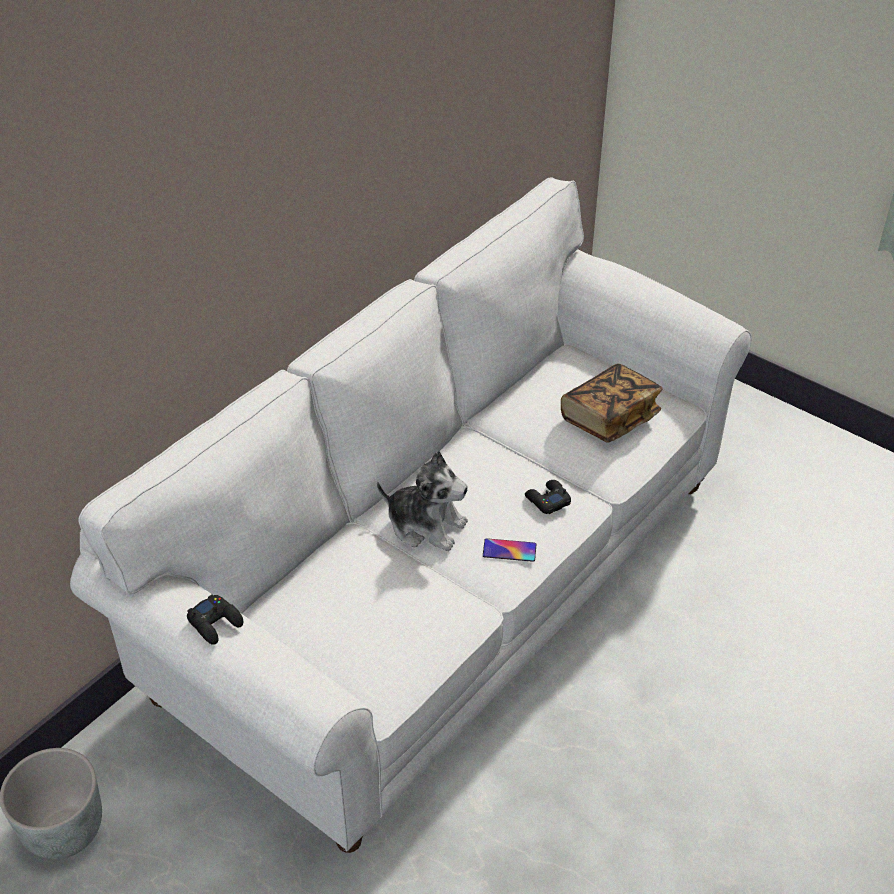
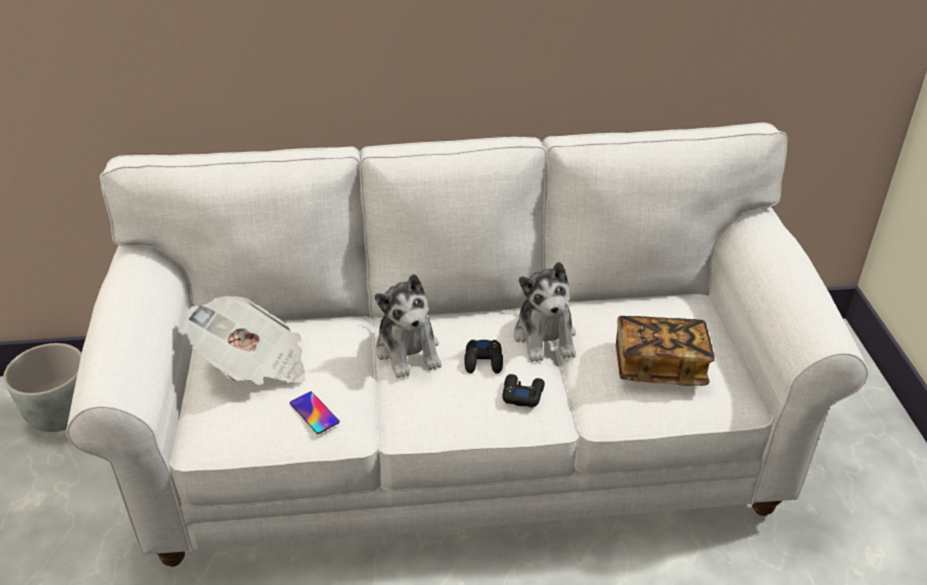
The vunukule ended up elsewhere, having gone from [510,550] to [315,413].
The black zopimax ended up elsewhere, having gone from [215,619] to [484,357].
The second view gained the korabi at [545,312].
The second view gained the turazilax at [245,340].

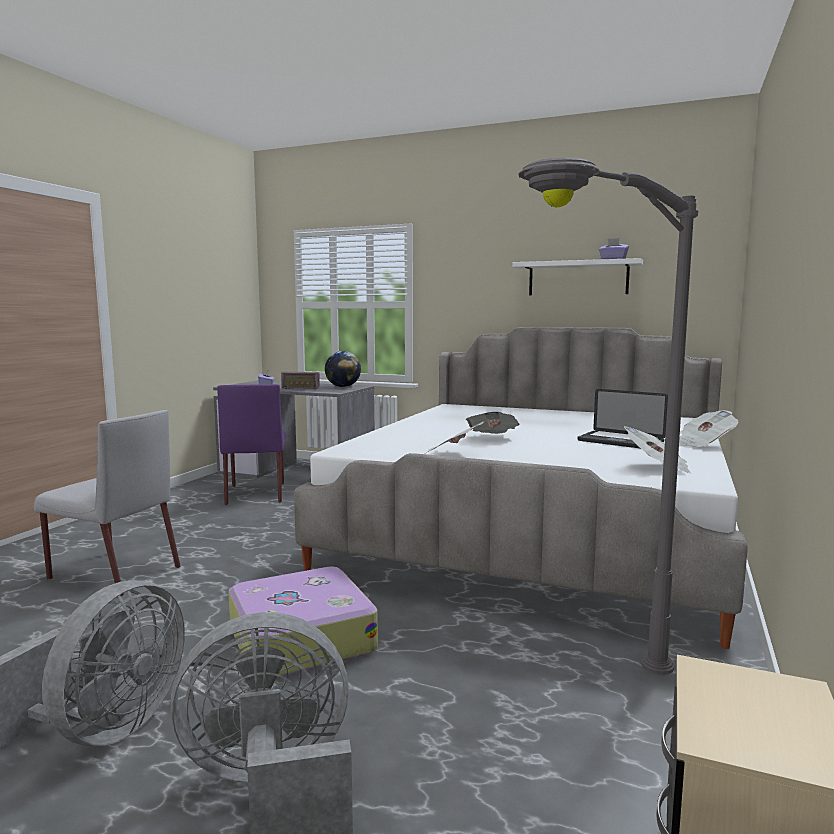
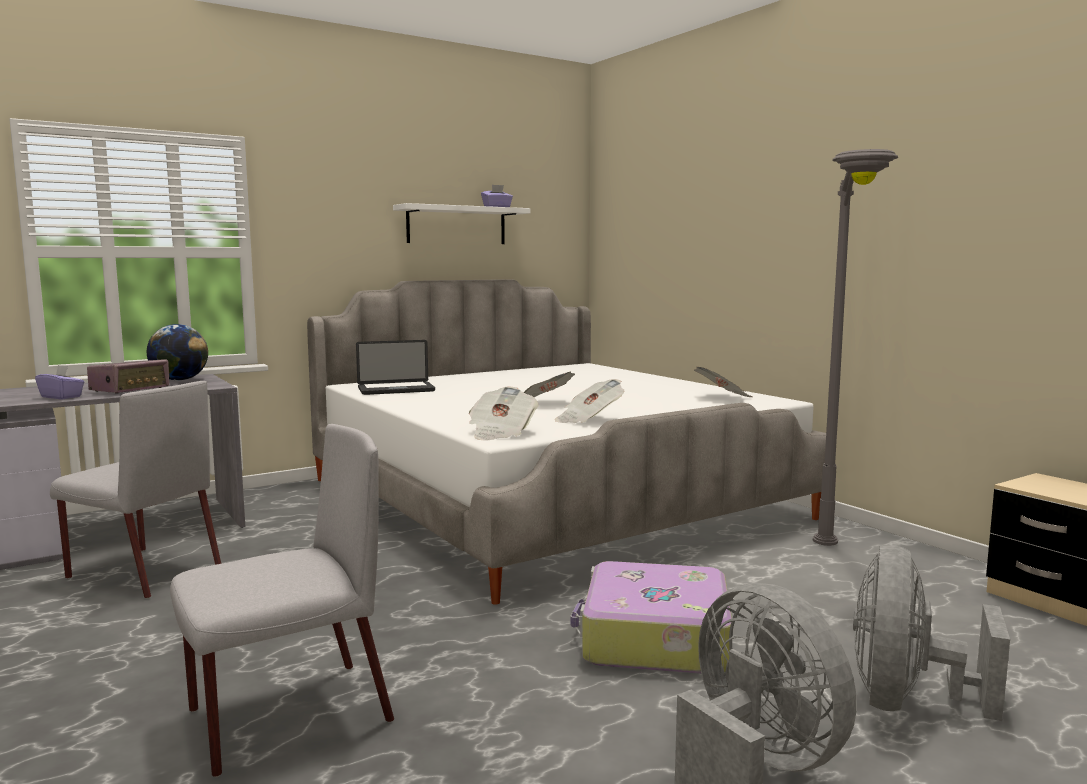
What was the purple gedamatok at [251,444] turned into the grey gedamatok at [135,490].
The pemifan ended up elsewhere, having gone from [623,419] to [395,367].
The turazilax ended up elsewhere, having gone from [708,428] to [503,413].

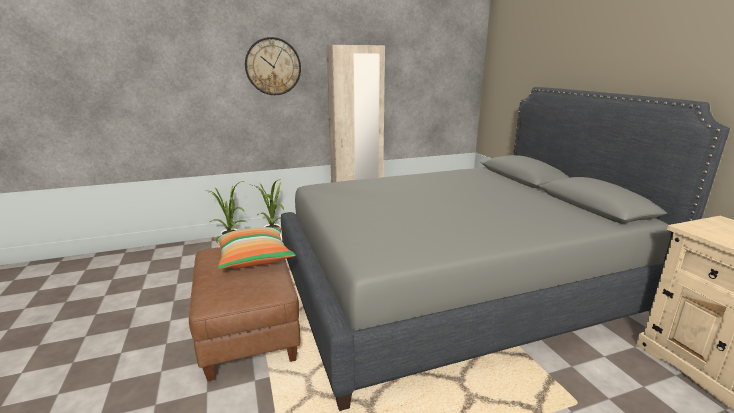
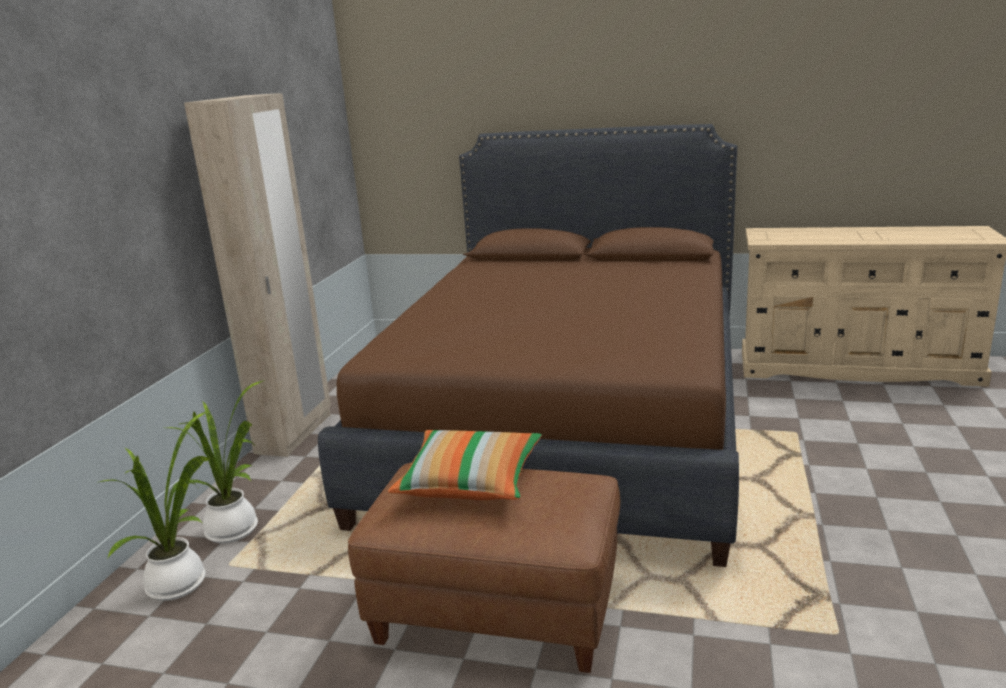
The second view lost the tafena at [273,66].
What was the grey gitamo at [505,249] turned into the brown gitamo at [528,345].

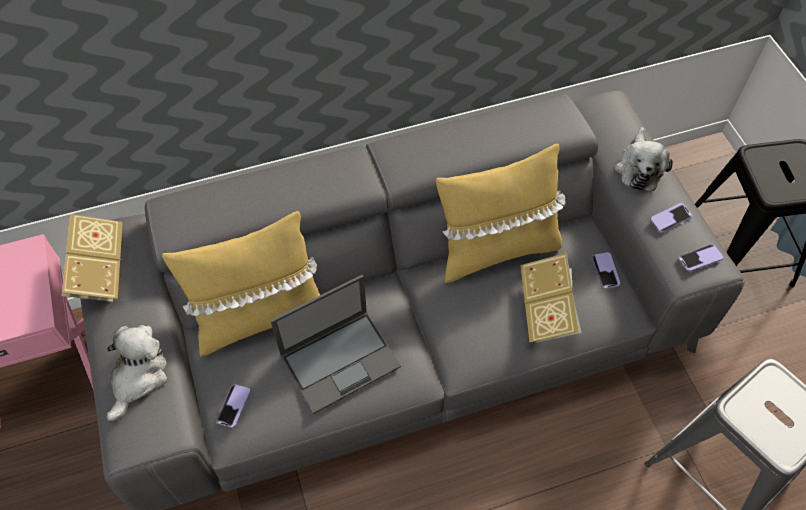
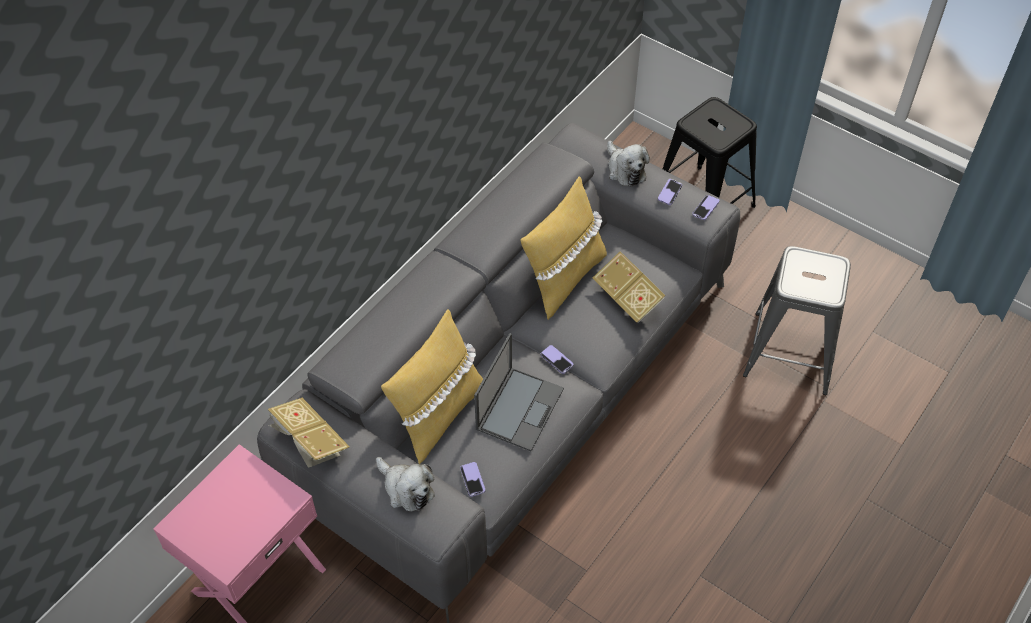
The vunukule ended up elsewhere, having gone from [606,270] to [557,359].
The korabi at [136,373] ended up facing another way, 150 degrees clockwise from before.

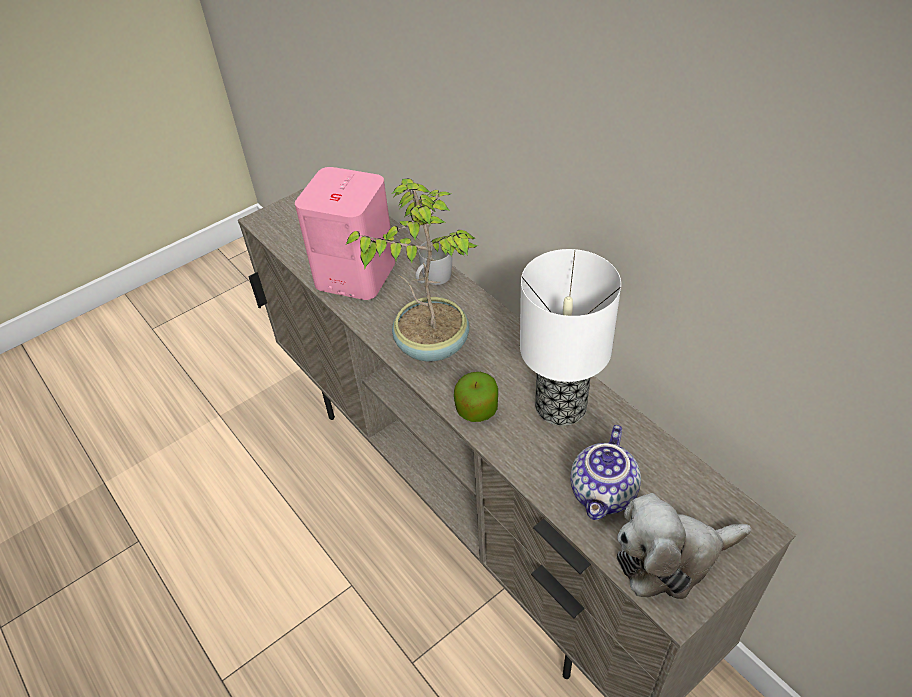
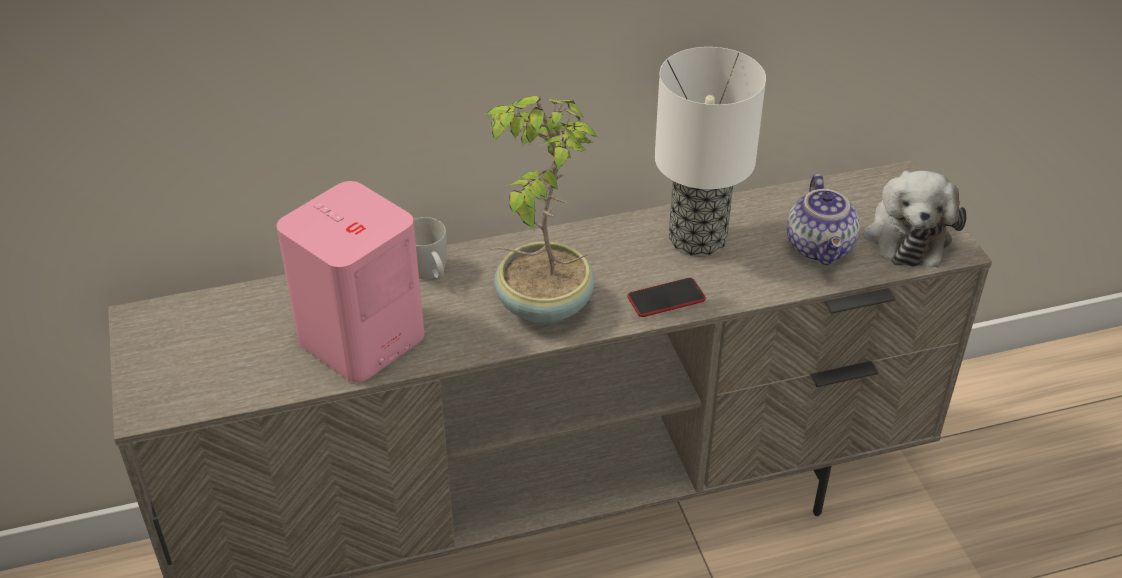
Where the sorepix stood at [476,397], the vunukule came to stand at [666,297].
The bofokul at [605,472] ended up facing another way, 45 degrees clockwise from before.

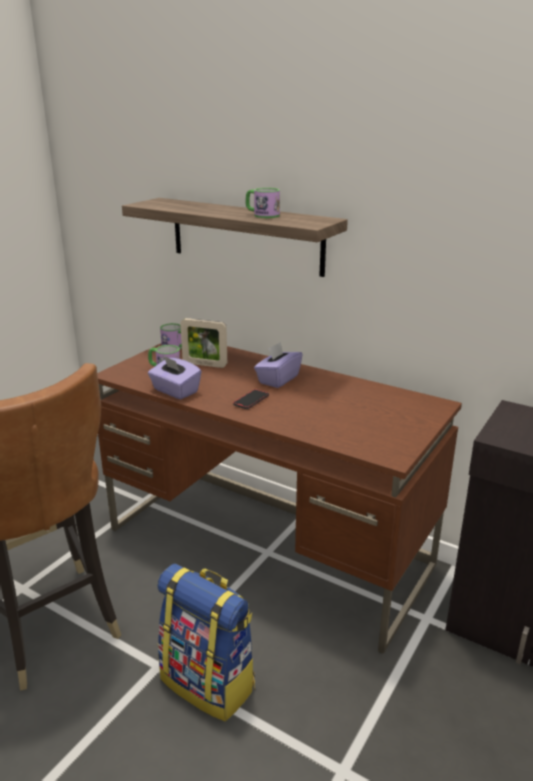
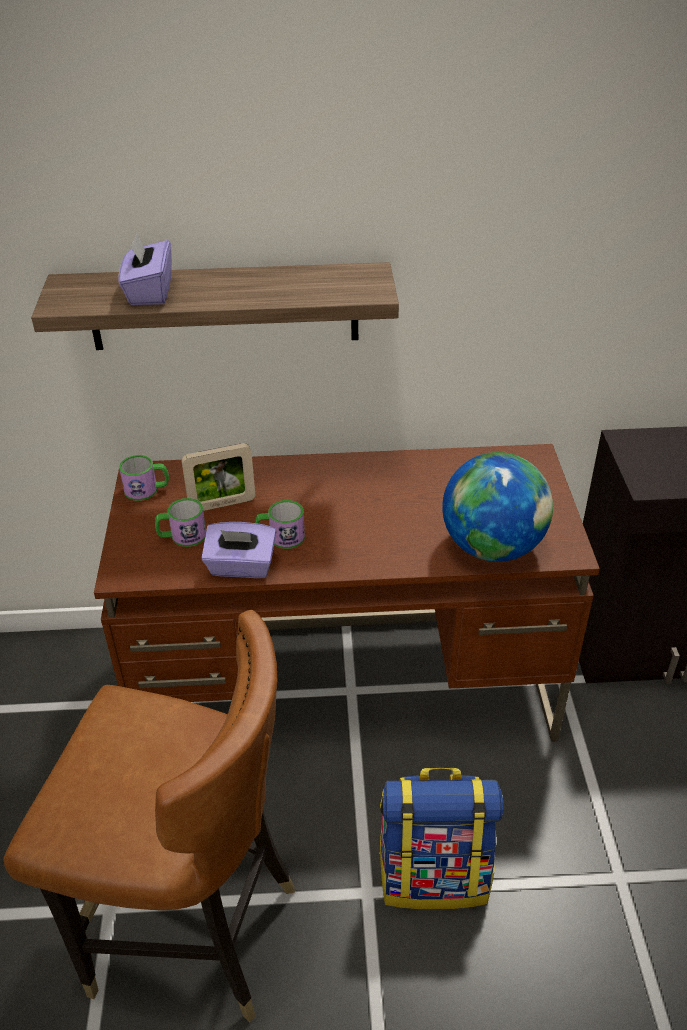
The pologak ended up elsewhere, having gone from [263,203] to [280,524].
The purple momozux ended up elsewhere, having gone from [278,365] to [145,269].
The second view lost the vunukule at [251,399].
The second view gained the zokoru at [497,507].

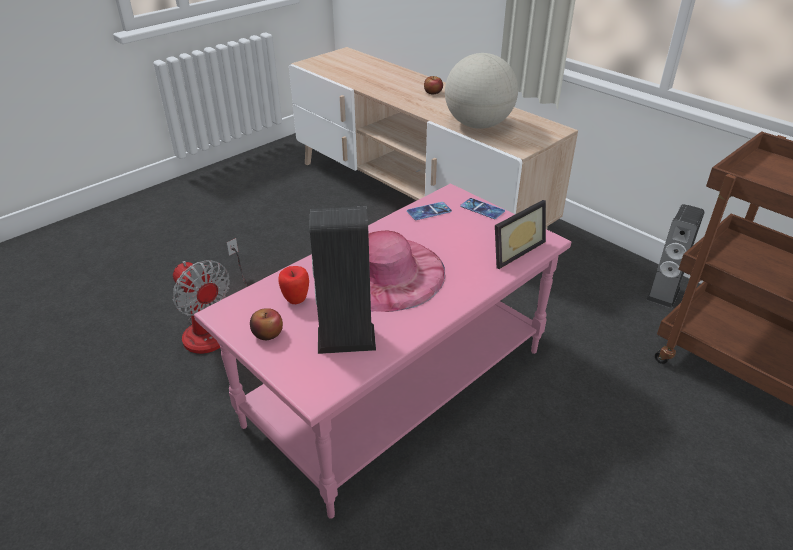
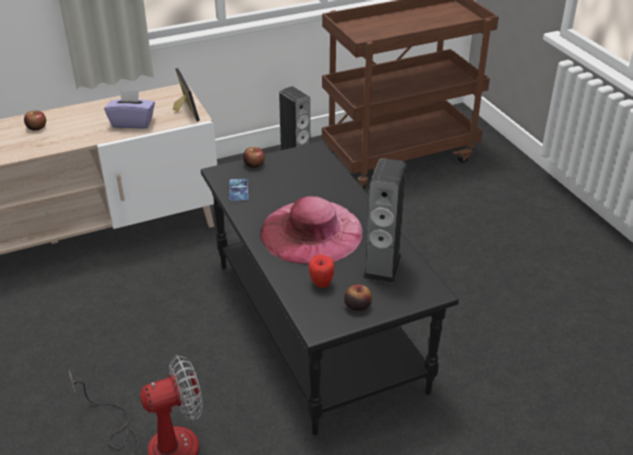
Where the zokoru stood at [481,91], the purple momozux came to stand at [129,109].
What was the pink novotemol at [382,351] turned into the black novotemol at [330,288].
Where the vunukule stood at [482,208], the sorepix came to stand at [254,157].
The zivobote ended up elsewhere, having gone from [520,234] to [186,95].

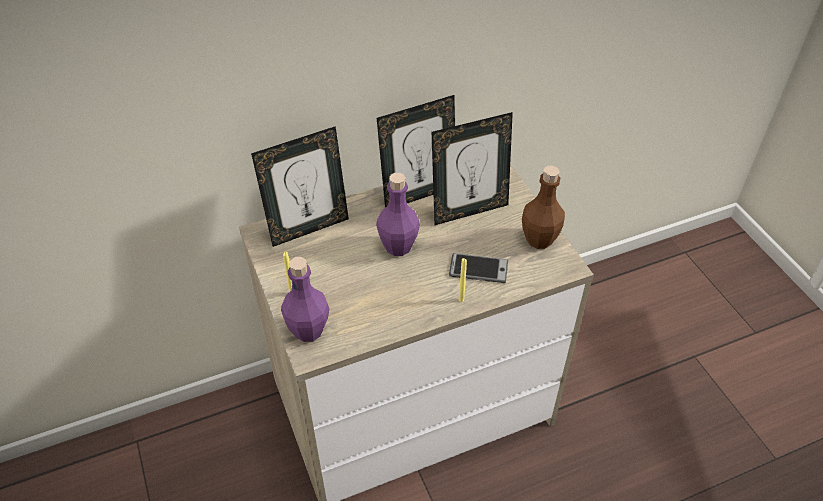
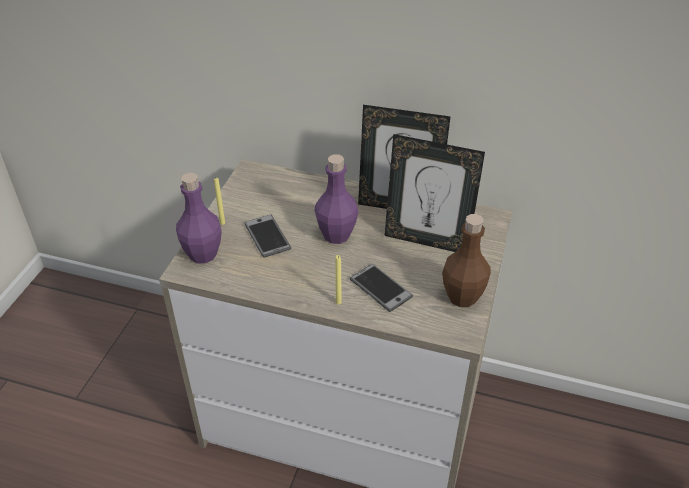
The second view lost the zivobote at [300,186].
The second view gained the vunukule at [267,236].

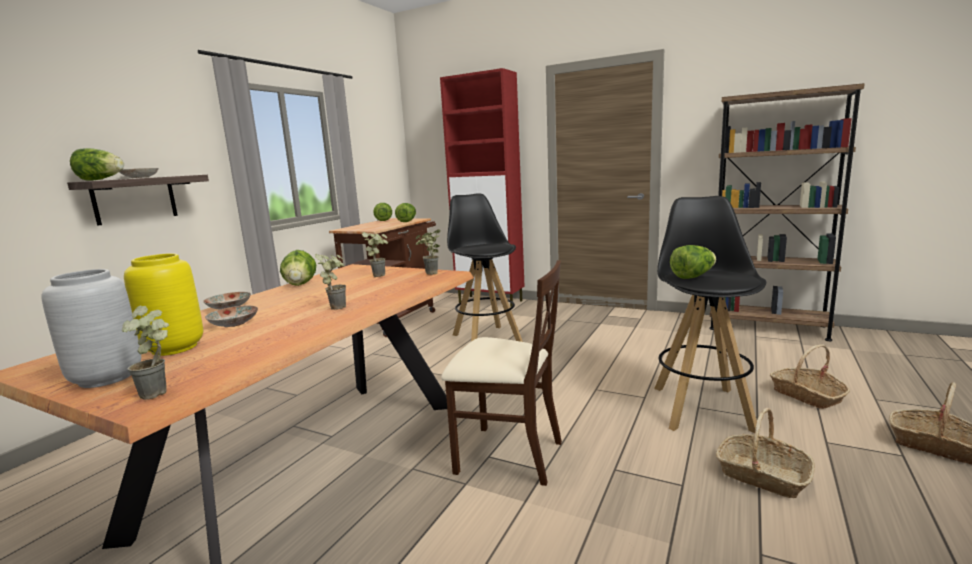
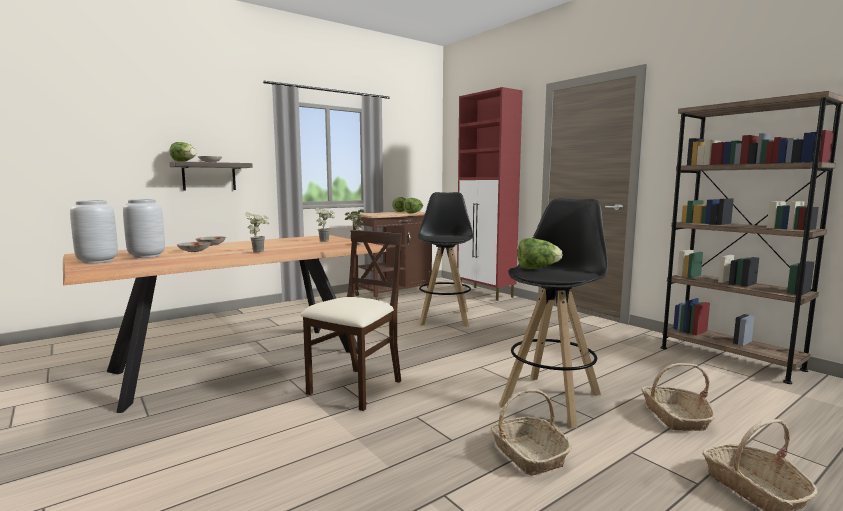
The second view lost the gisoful at [298,268].
What was the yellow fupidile at [163,304] turned into the grey fupidile at [144,228].
The beige gedamatok at [501,373] ended up facing another way, 105 degrees counterclockwise from before.
The second view lost the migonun at [145,353].

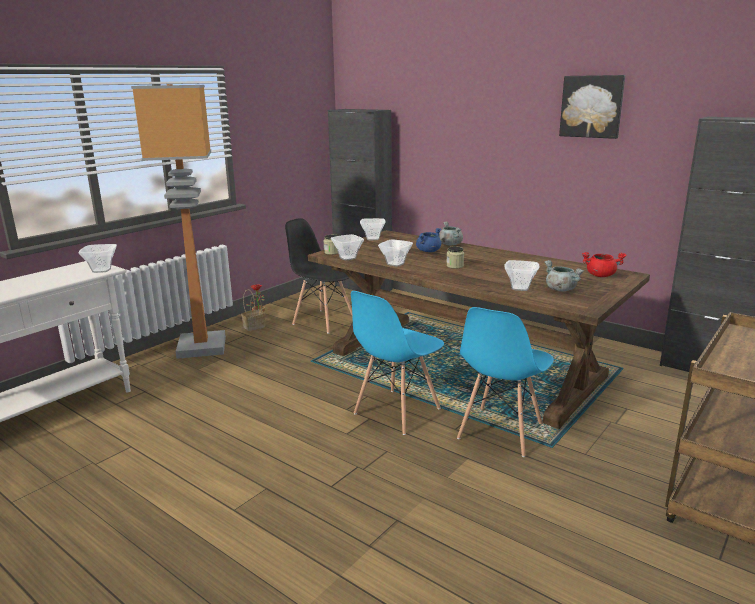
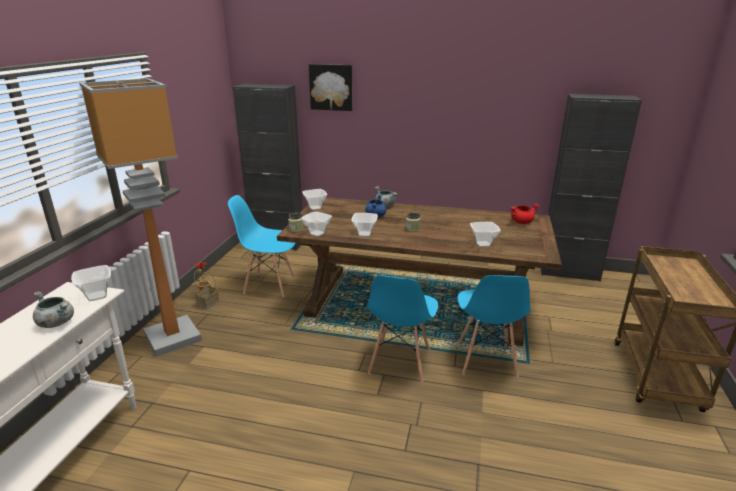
The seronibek ended up elsewhere, having gone from [592,107] to [330,87].
What was the black gedamatok at [319,276] turned into the blue gedamatok at [262,246].
The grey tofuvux ended up elsewhere, having gone from [564,275] to [53,309].

